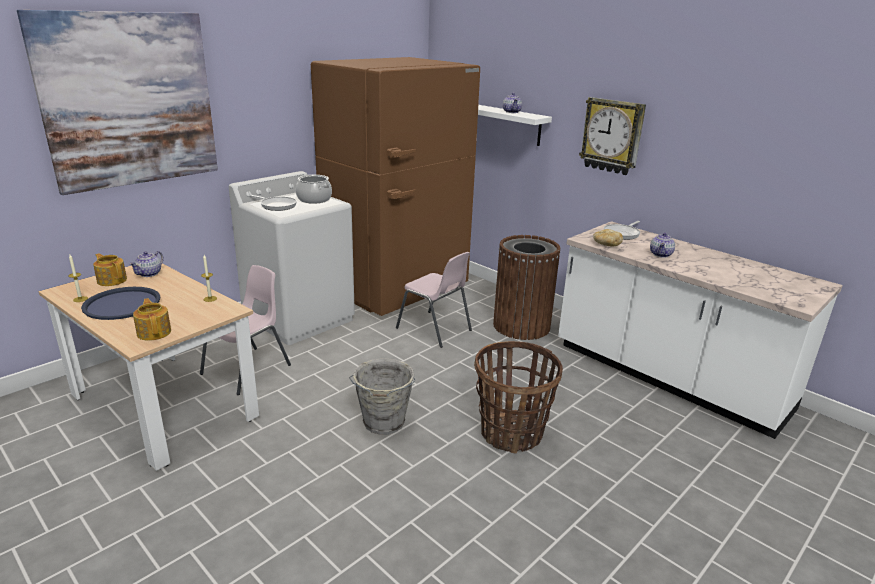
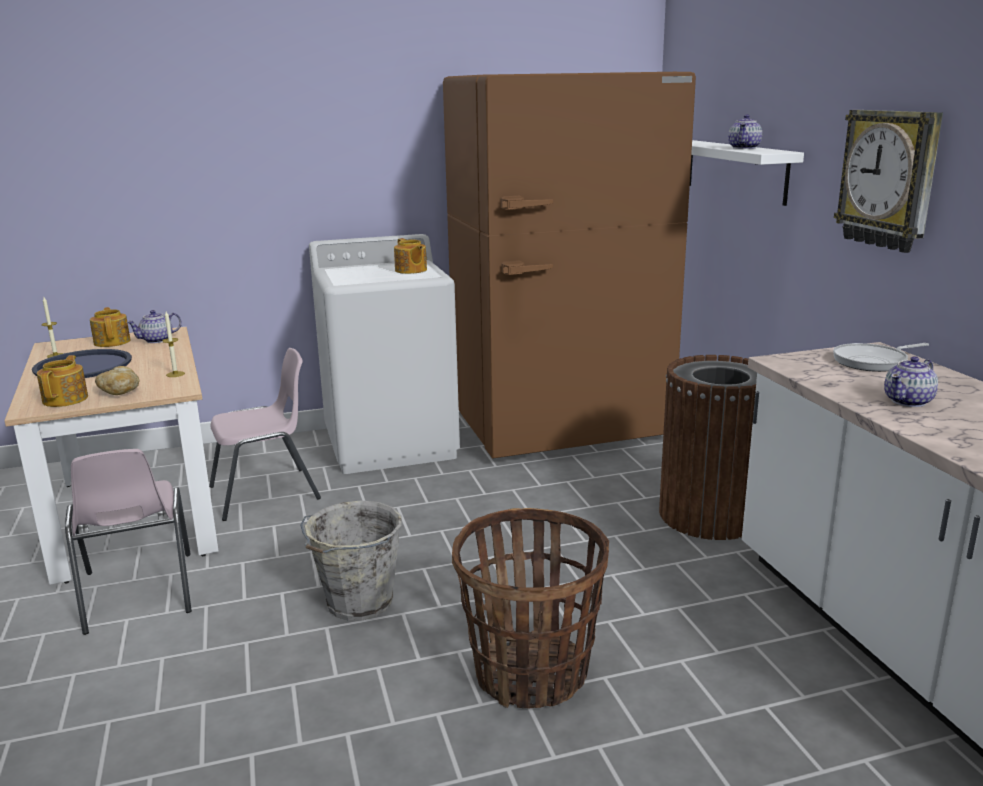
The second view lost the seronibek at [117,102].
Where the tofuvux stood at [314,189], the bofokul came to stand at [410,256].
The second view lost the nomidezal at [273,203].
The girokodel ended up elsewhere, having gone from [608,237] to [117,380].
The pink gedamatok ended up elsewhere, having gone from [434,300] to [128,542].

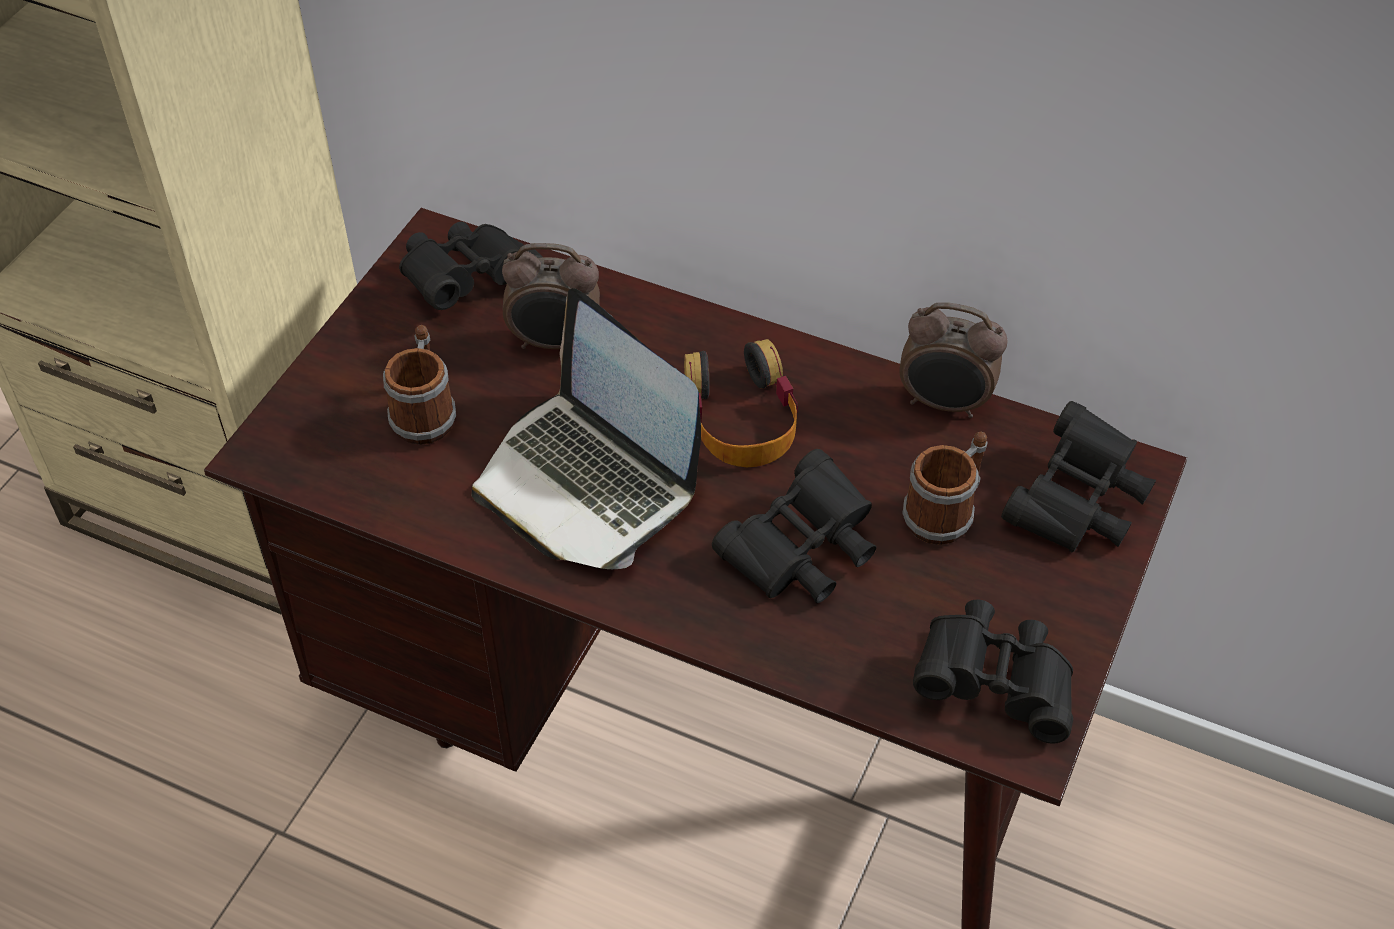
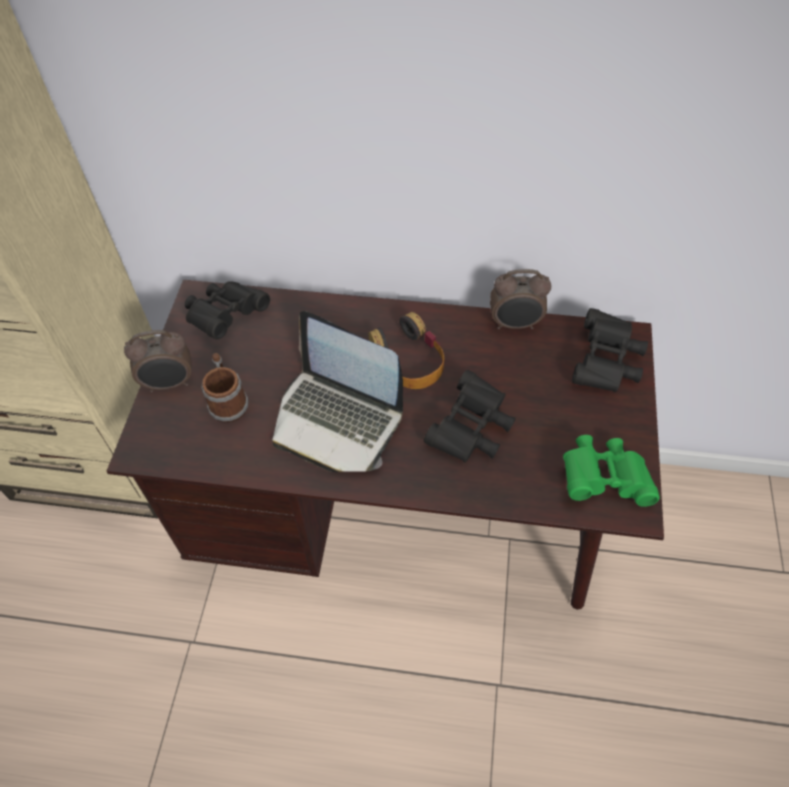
The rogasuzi ended up elsewhere, having gone from [551,296] to [158,361].
The second view lost the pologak at [945,488].
What was the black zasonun at [993,671] turned into the green zasonun at [611,471].

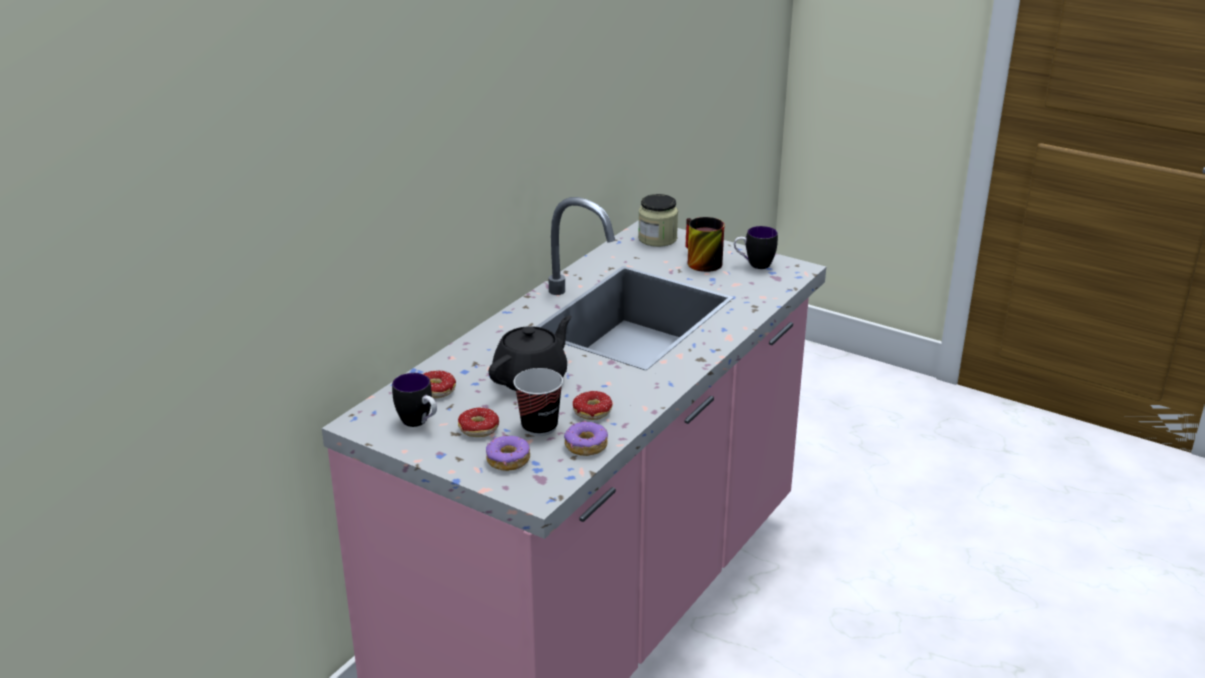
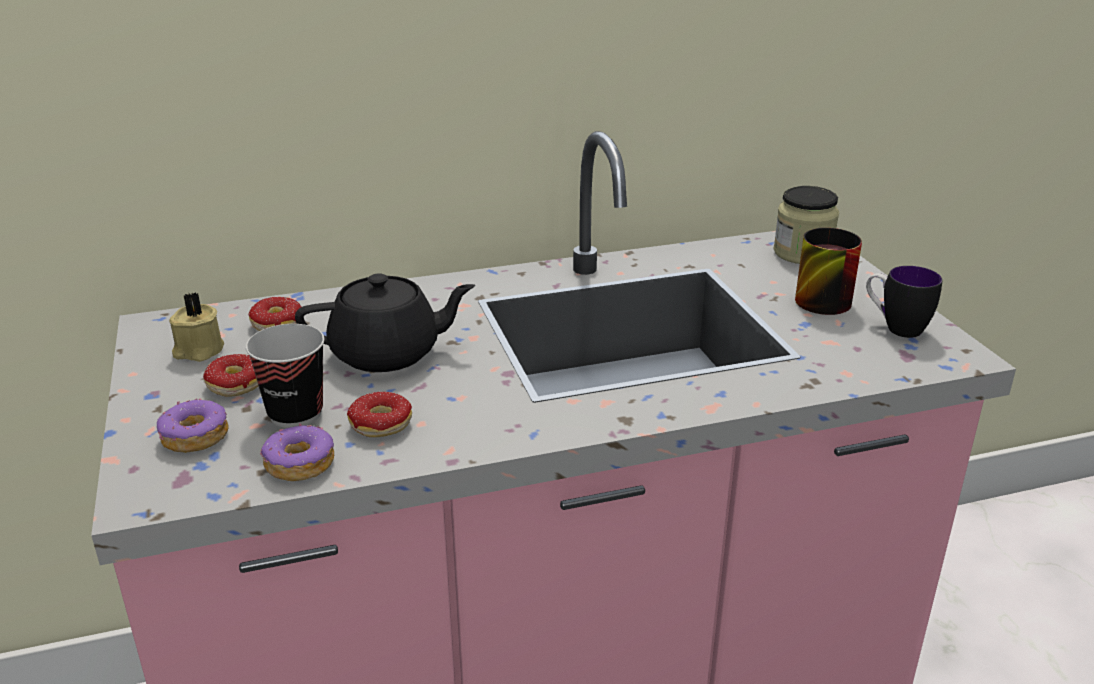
Where the pologak stood at [414,400], the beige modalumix came to stand at [196,327].

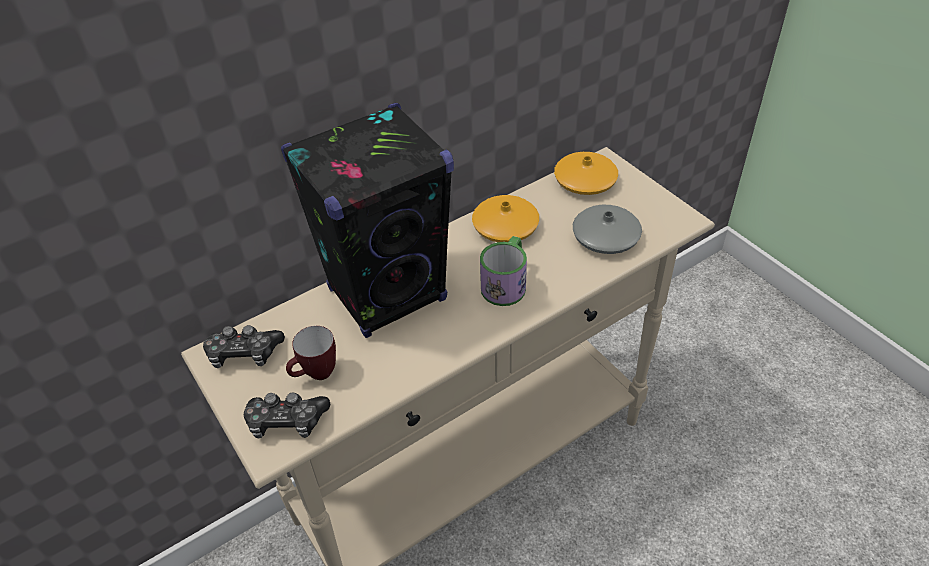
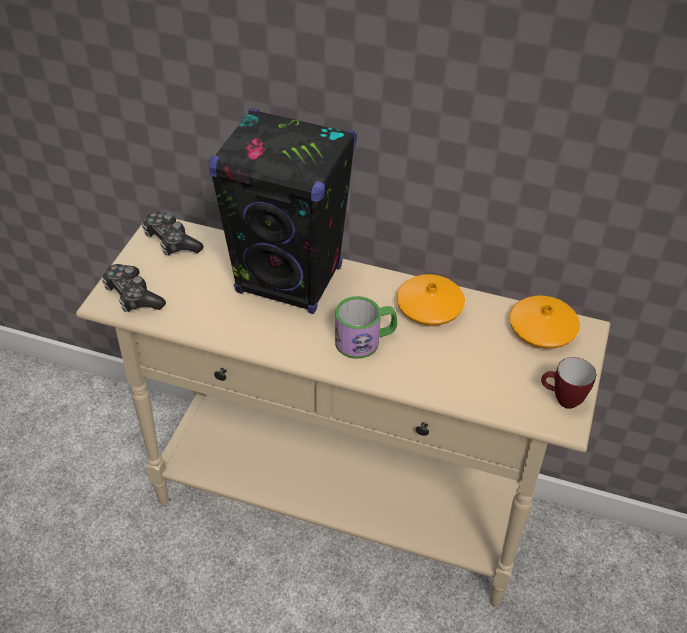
The second view lost the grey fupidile at [607,229].
The pologak ended up elsewhere, having gone from [311,353] to [568,383].

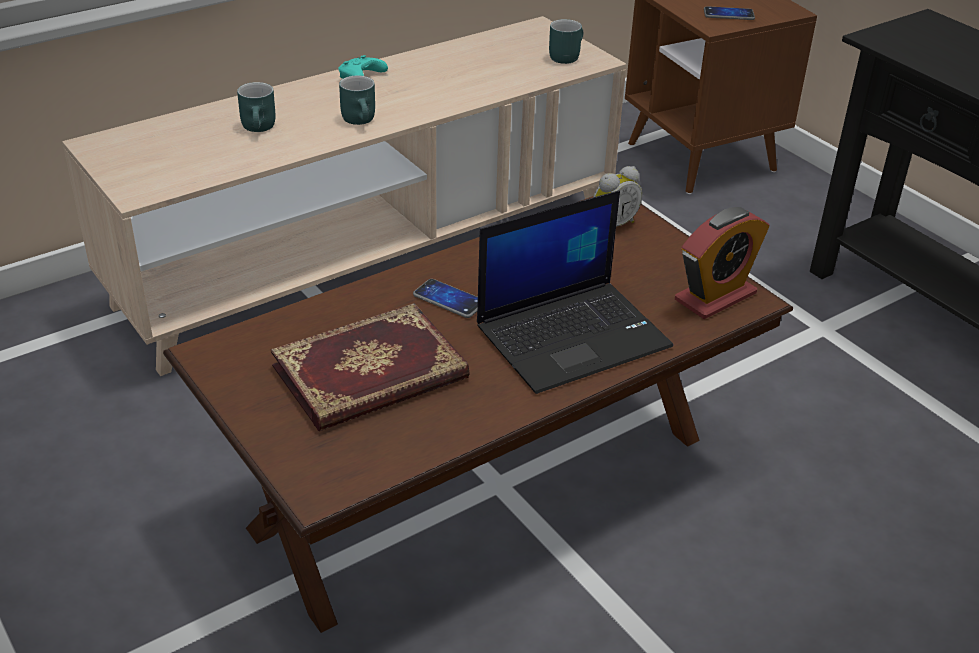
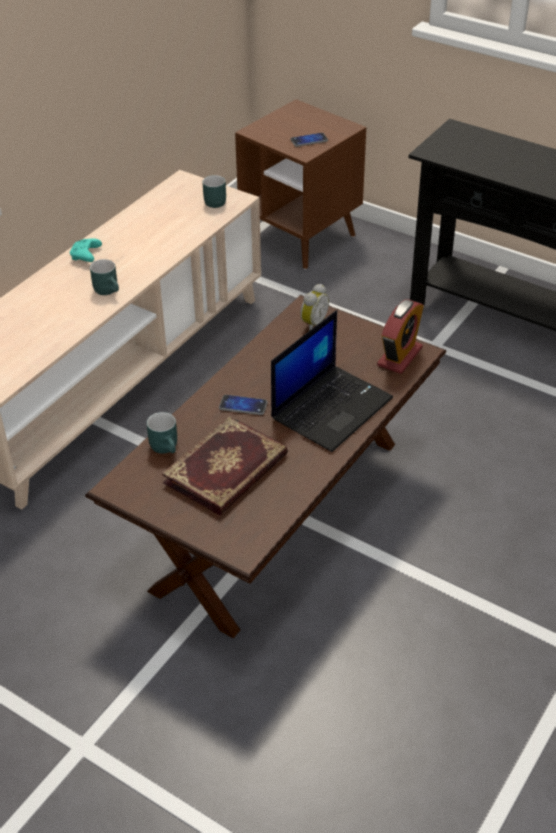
The turquoise pologak ended up elsewhere, having gone from [256,107] to [162,433].

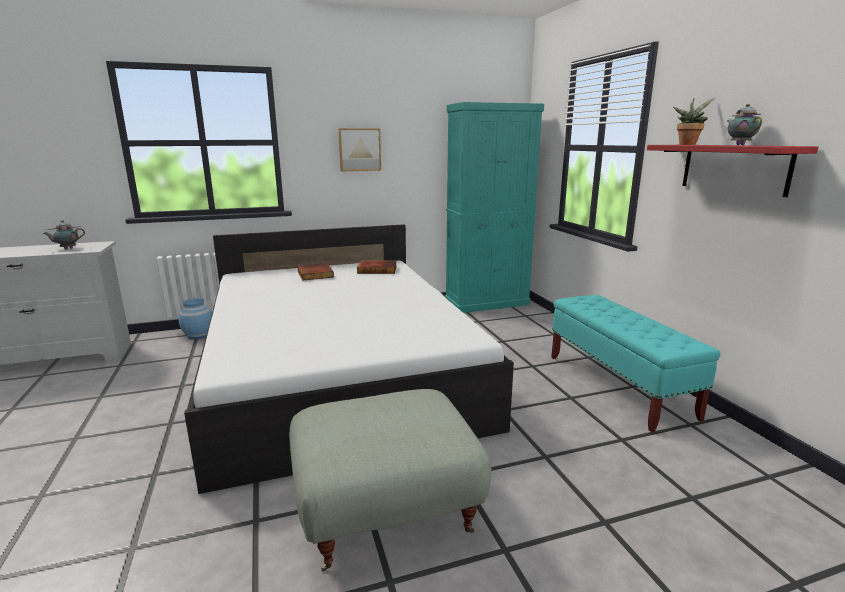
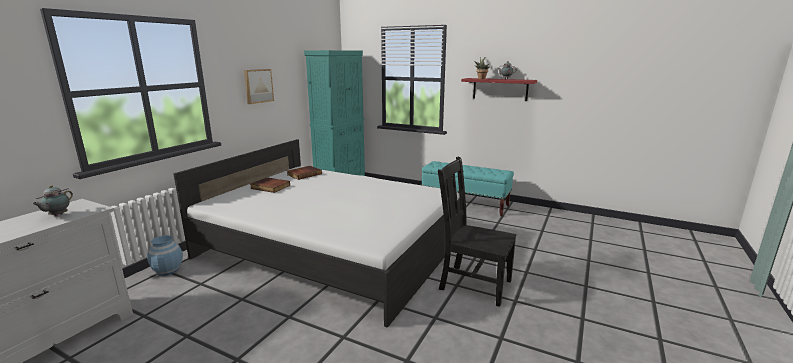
Where the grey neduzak stood at [390,480], the black gedamatok came to stand at [477,231].

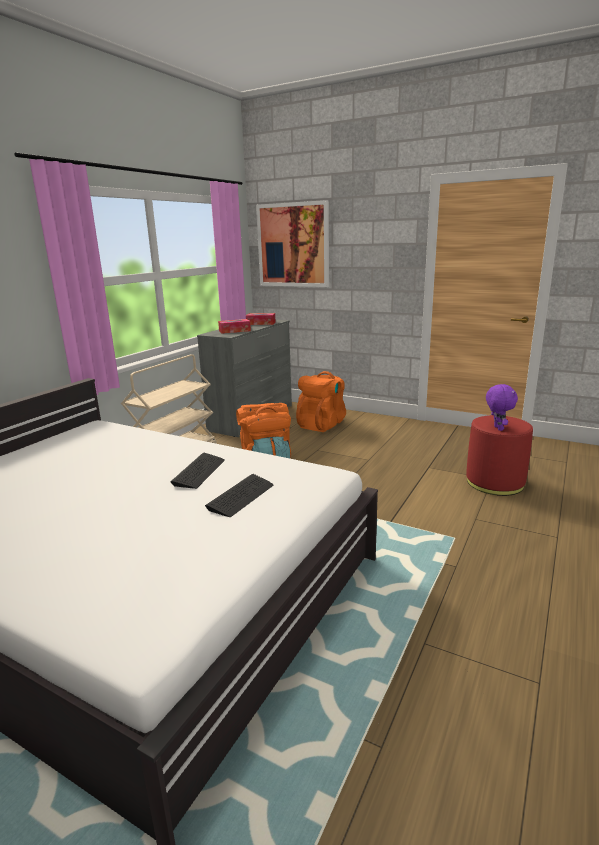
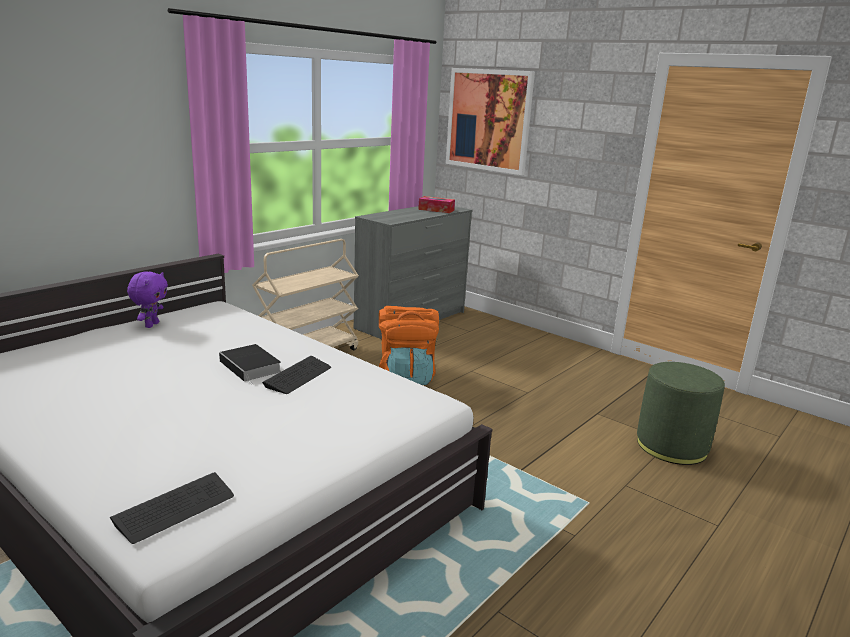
The second view lost the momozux at [234,326].
The second view lost the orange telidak at [321,401].
The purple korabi ended up elsewhere, having gone from [502,407] to [147,299].
What was the red neduzak at [499,455] turned into the green neduzak at [681,413].
The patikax ended up elsewhere, having gone from [239,495] to [172,508].
The second view gained the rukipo at [250,364].

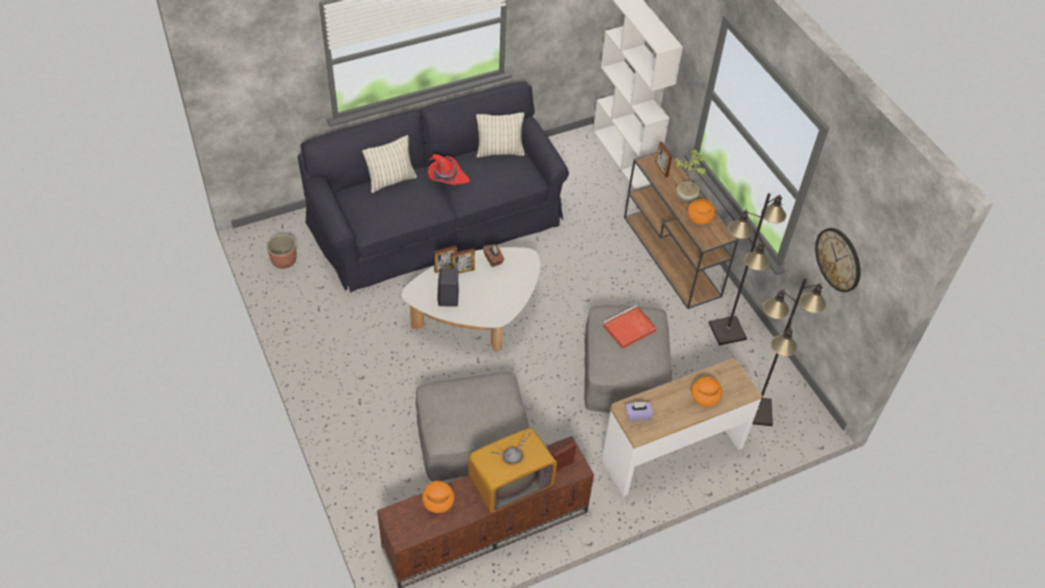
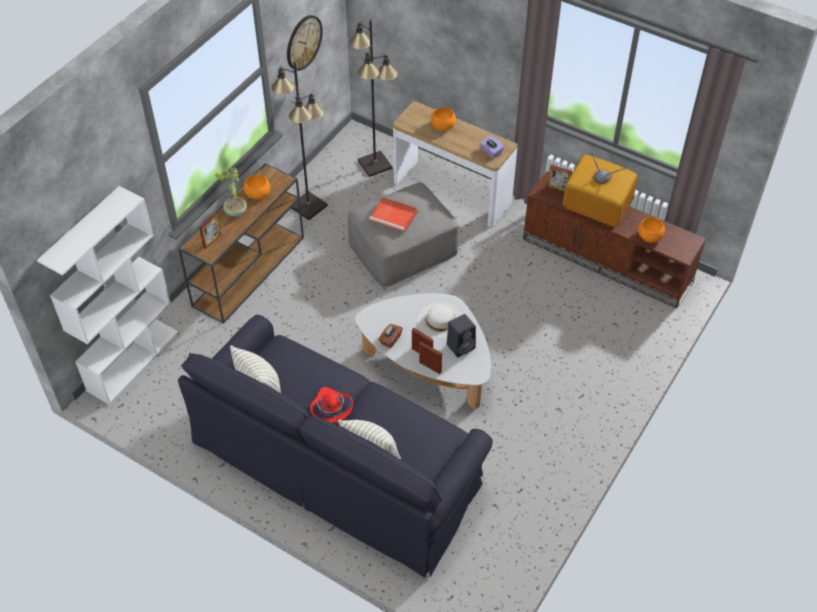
The second view lost the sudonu at [282,252].
The second view lost the grey neduzak at [473,426].
The second view gained the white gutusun at [439,320].

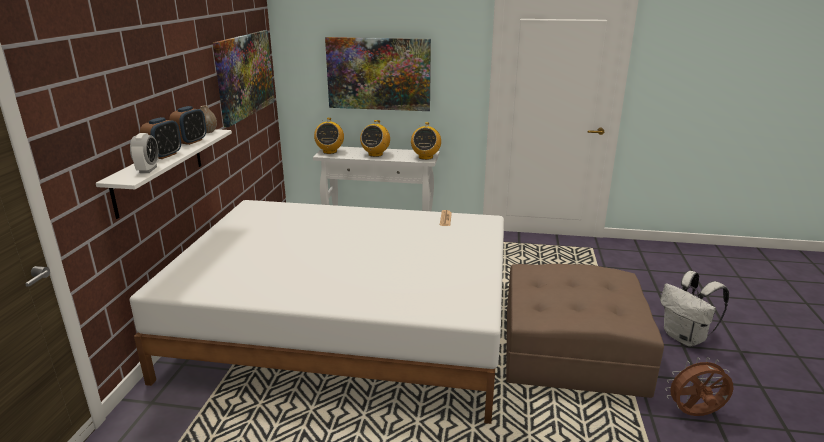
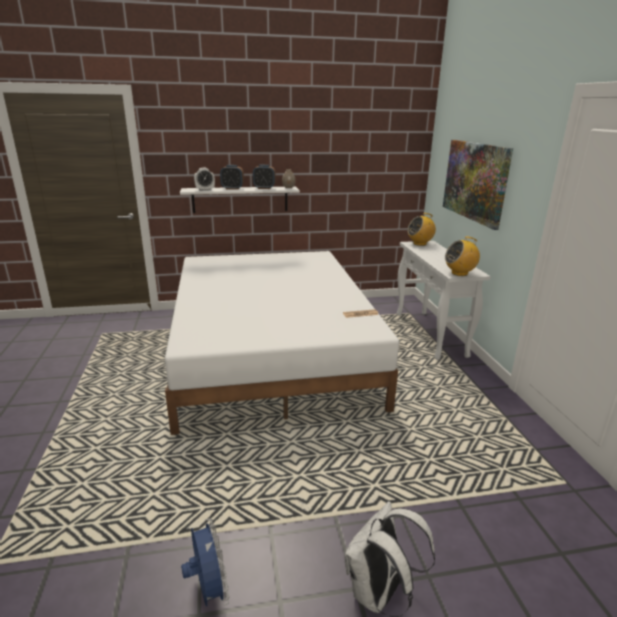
The second view lost the seronibek at [244,78].
The second view lost the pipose at [375,138].
The second view lost the brown neduzak at [585,331].
What was the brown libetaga at [699,386] turned into the blue libetaga at [205,563].

